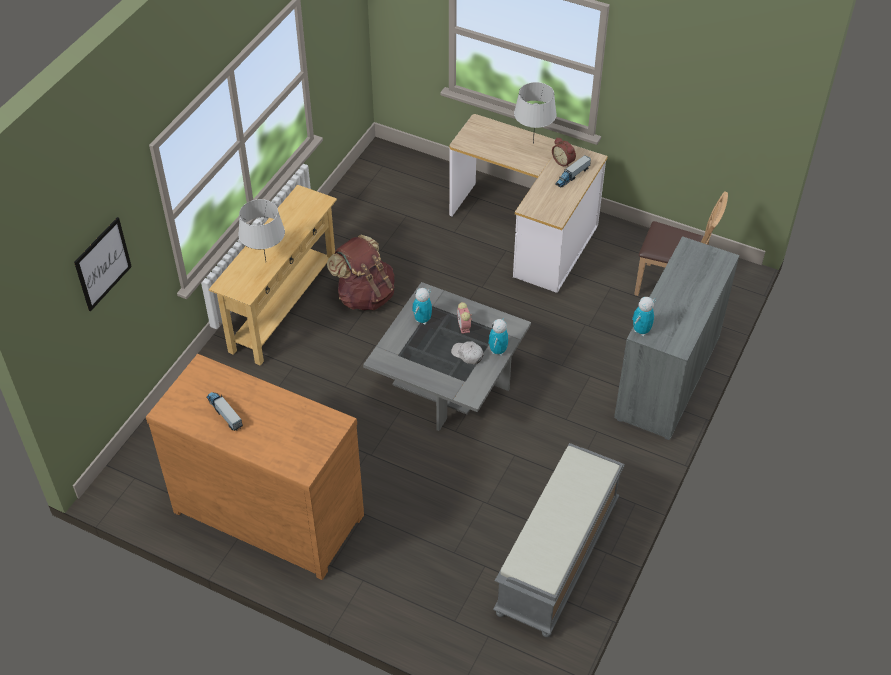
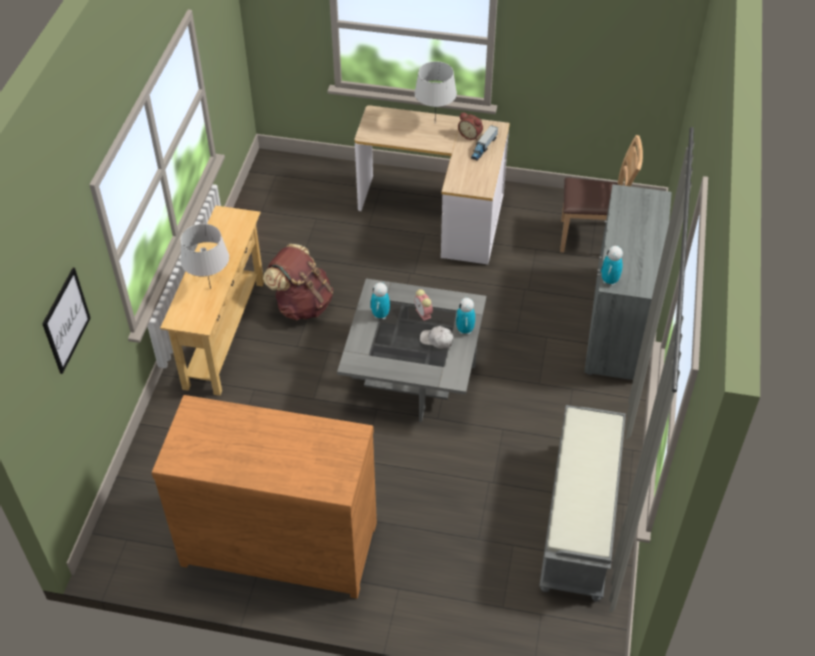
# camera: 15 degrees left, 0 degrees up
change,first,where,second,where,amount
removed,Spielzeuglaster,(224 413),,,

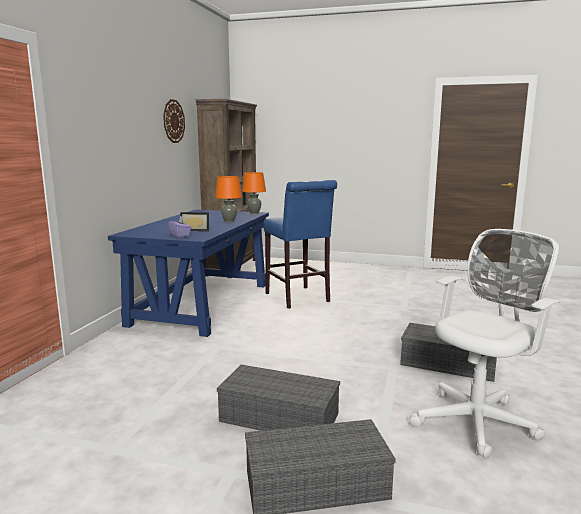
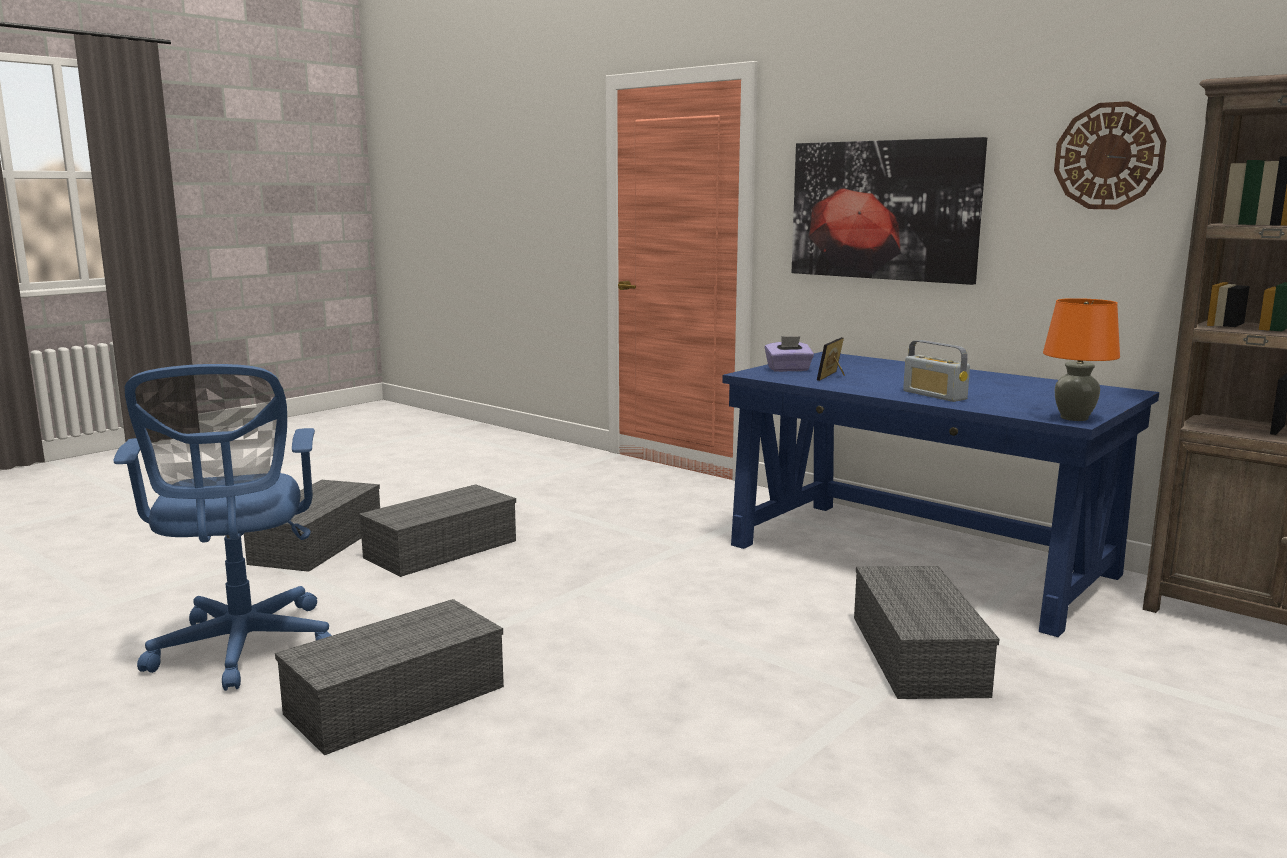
# camera: 115 degrees right, 0 degrees up
change,first,where,second,where,amount
recoloured,Bürostuhl [weiß],(478 420),Bürostuhl [blau],(242 650),
added,,,Bild,(883 210),
replaced,Hocker [blau],(298 299),Aufbewahrungsbox [grau],(914 653),
replaced,Tischlampe [orange],(229 221),Radio,(934 395),

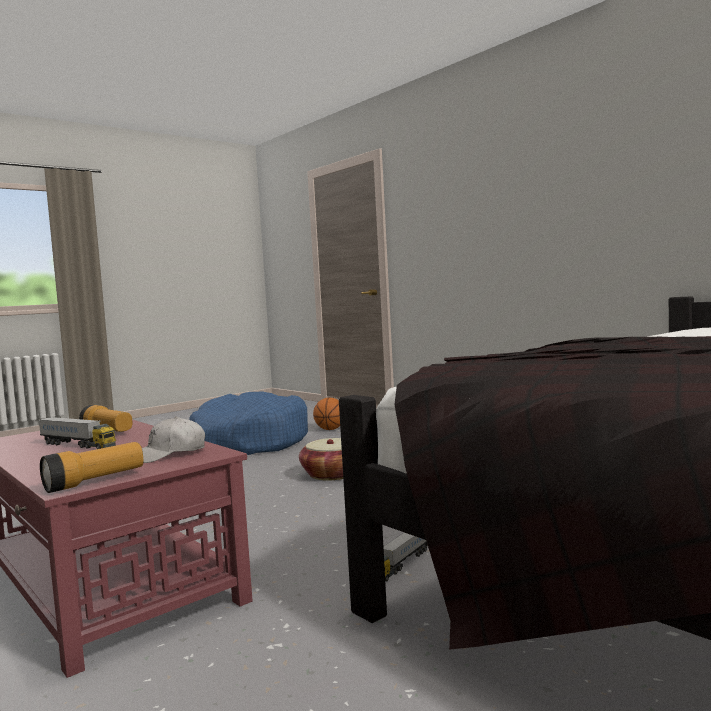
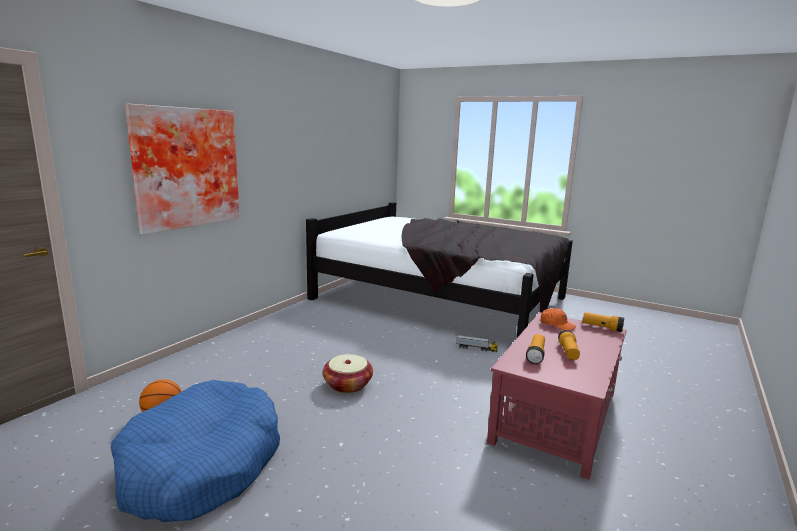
# camera: 110 degrees left, 10 degrees up
change,first,where,second,where,amount
added,,,Bild,(185 168),
recoloured,Kappe [weiß],(169 454),Kappe [orange],(557 325),
replaced,Spielzeuglaster,(77 445),Taschenlampe,(568 352),

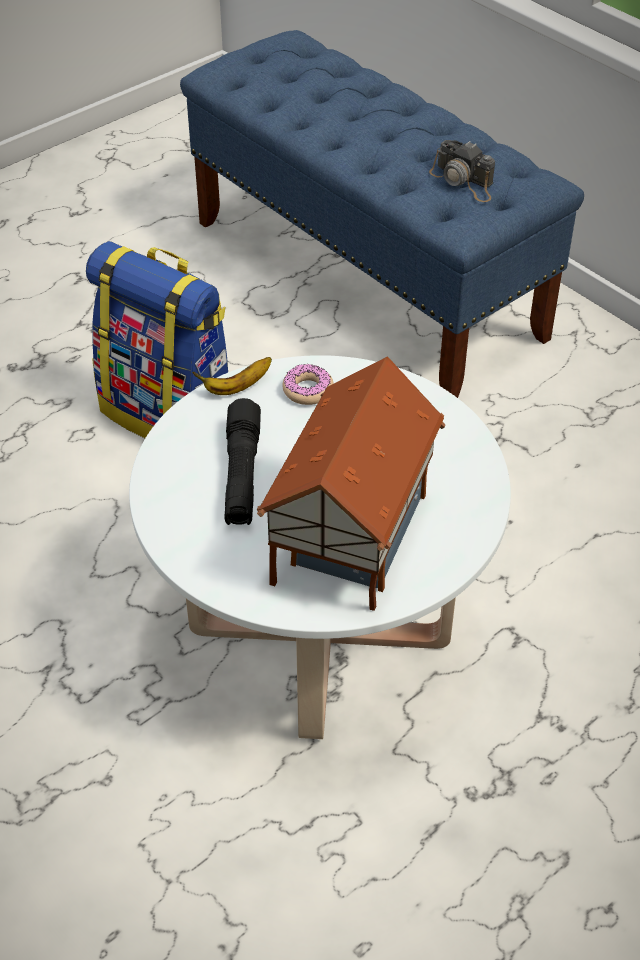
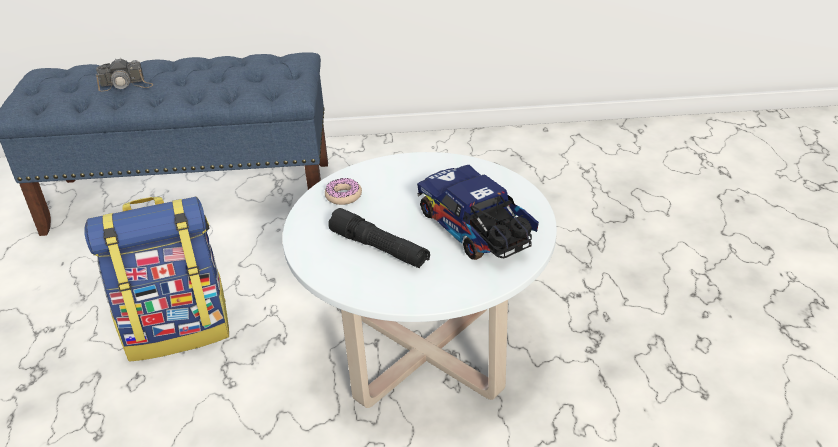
# camera: 50 degrees left, 10 degrees down
change,first,where,second,where,amount
moved,Kamera,(464 181),,(126 85),
replaced,Spielzeughaus,(348 538),Spielzeuglaster,(476 232),
removed,Banane,(237 387),,,

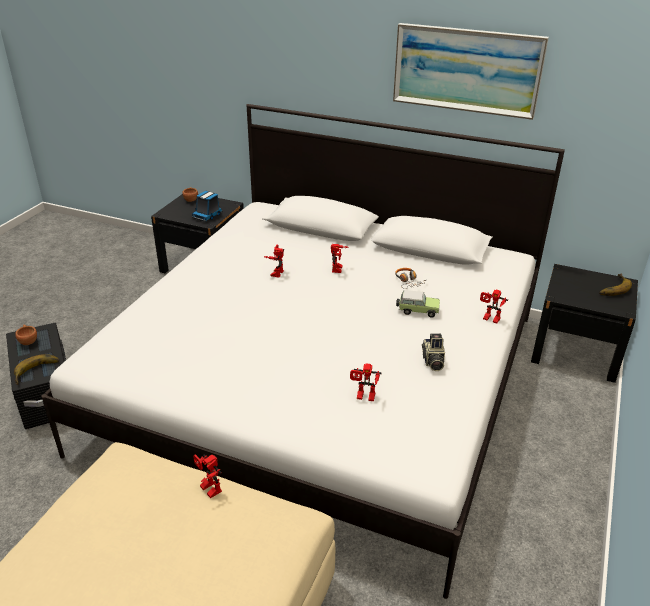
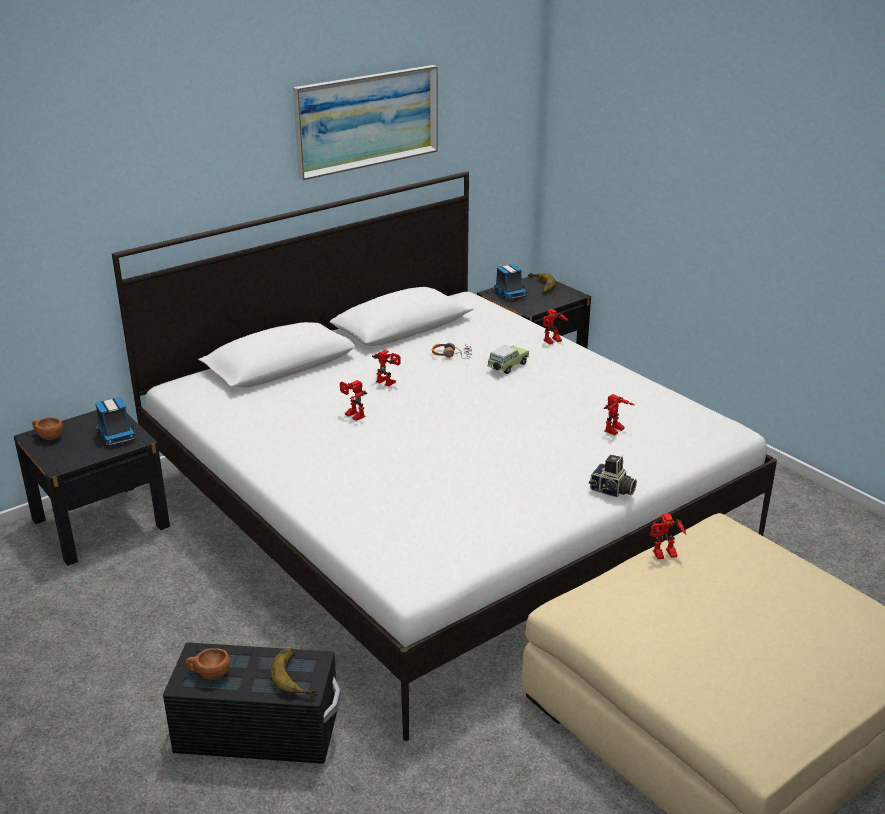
# camera: 60 degrees left, 5 degrees down
change,first,where,second,where,amount
added,,,Spielzeuglaster,(509 294),
moved,Kamera,(432 361),,(612 491),

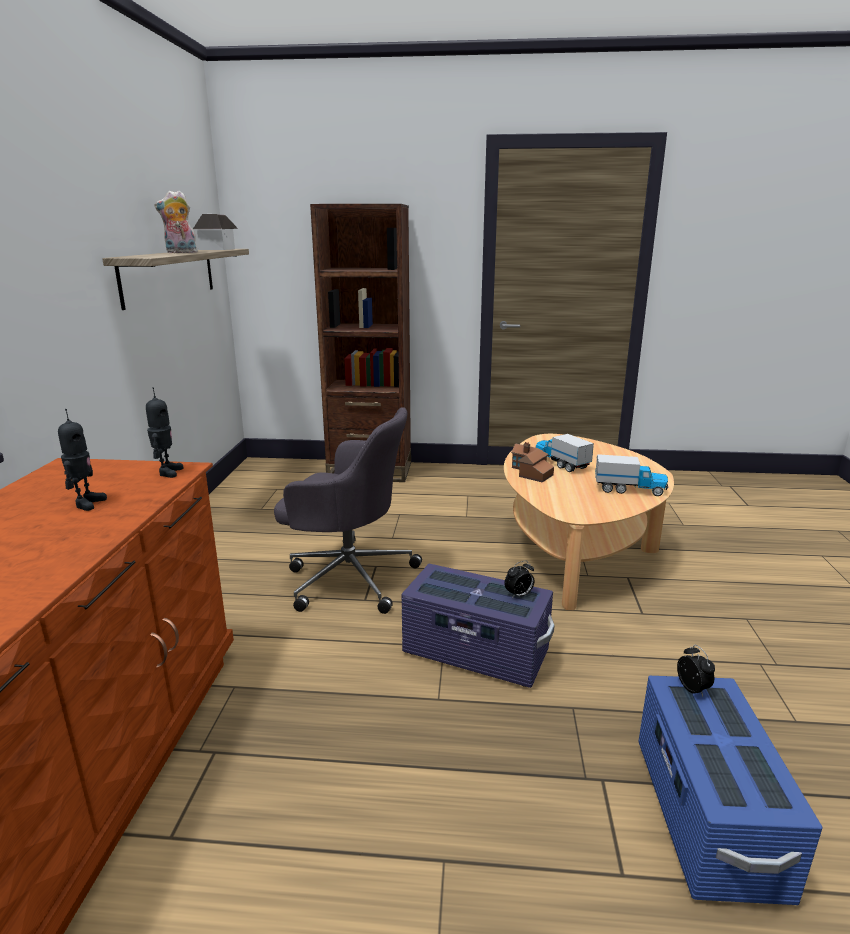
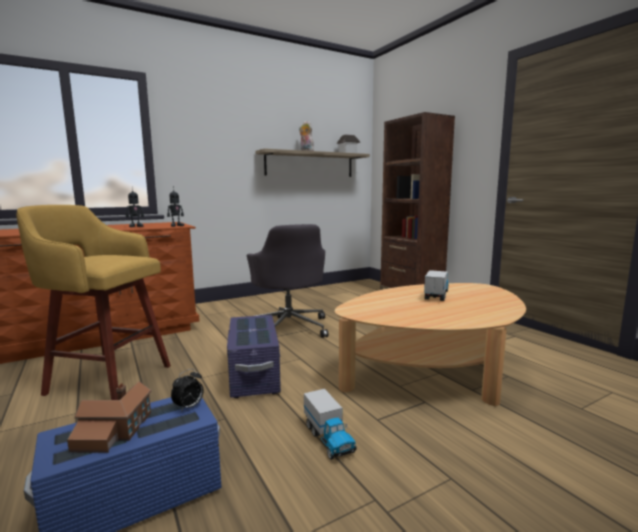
# camera: 55 degrees right, 10 degrees down
change,first,where,second,where,amount
added,,,Hocker [gelb],(107 379),
moved,Spielzeughaus,(530 472),,(114 431),
moved,Spielzeuglaster,(629 490),,(328 438),
removed,Wecker,(519 595),,,

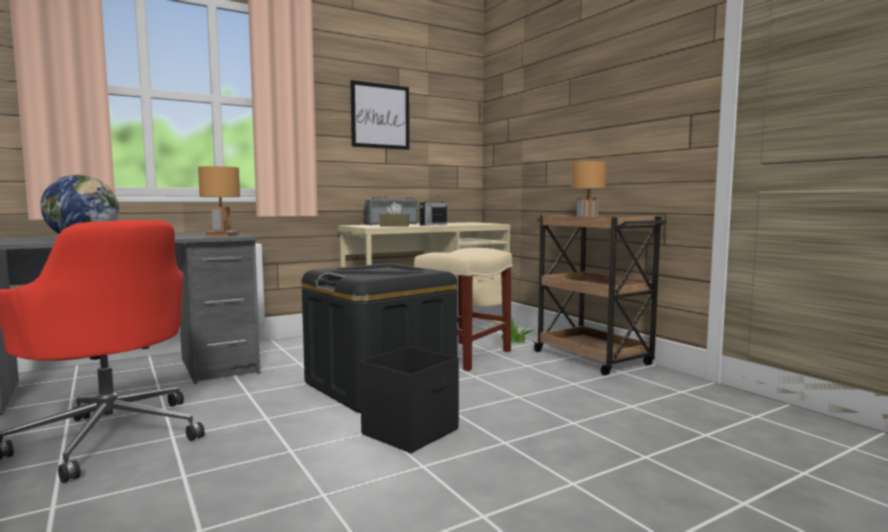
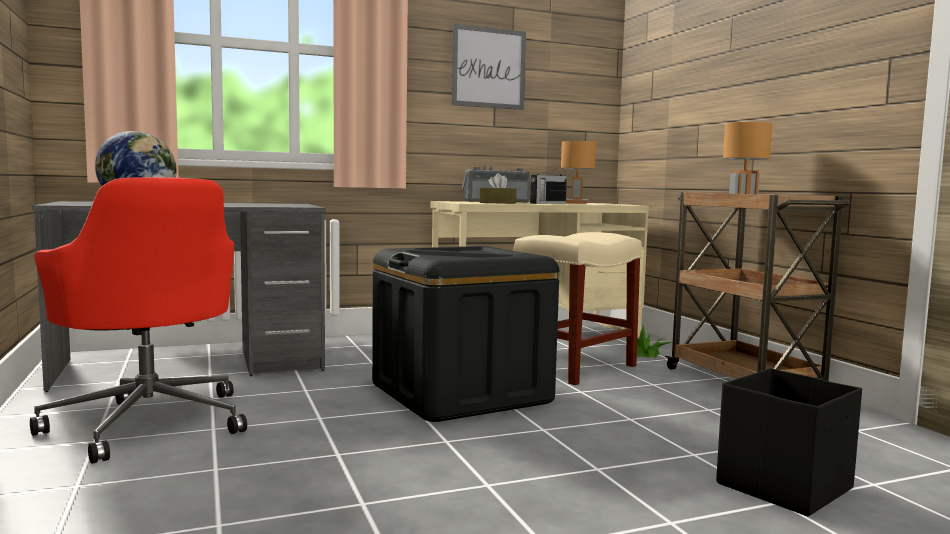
# camera: 10 degrees right, 0 degrees up
change,first,where,second,where,amount
moved,Tischlampe [braun],(222 235),,(576 203),
moved,Aufbewahrungsbox [schwarz],(411 431),,(786 486),

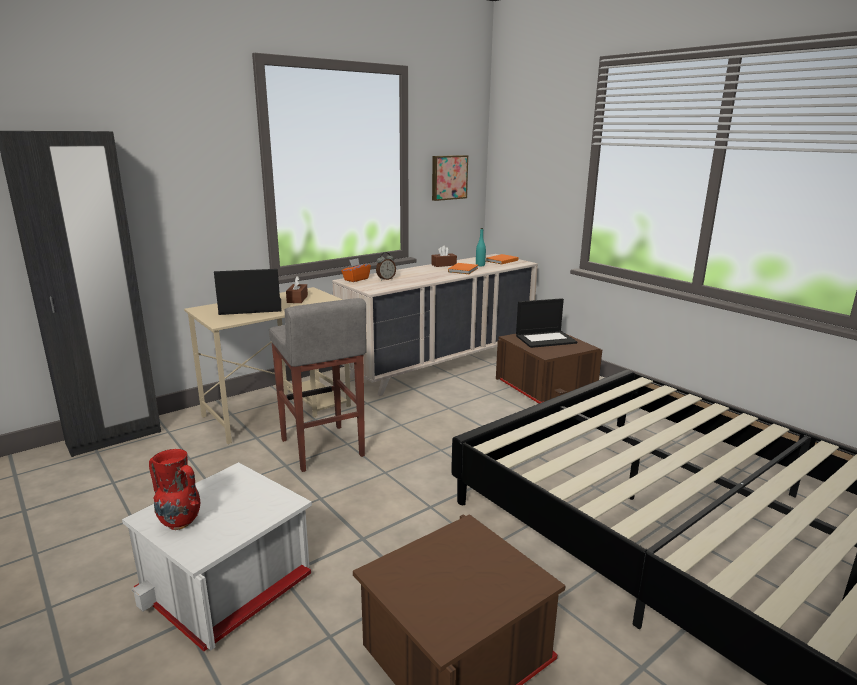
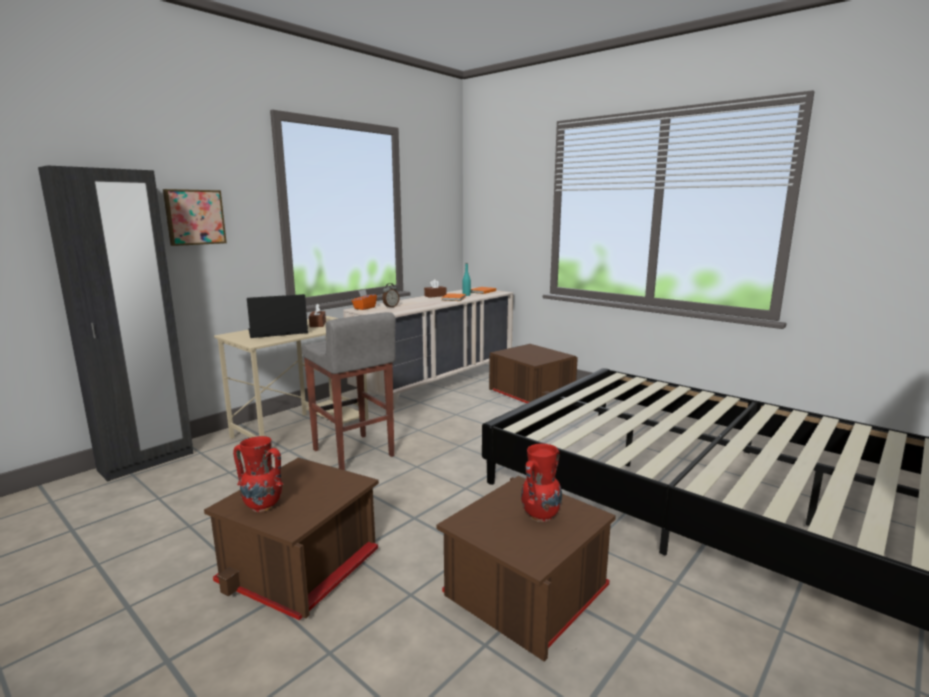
# camera: 10 degrees left, 5 degrees down
change,first,where,second,where,amount
moved,Bild,(448 177),,(194 217),
recoloured,Aufbewahrungsbox [weiß],(229 583),Aufbewahrungsbox [braun],(303 566),
added,,,Vase [rot],(540 516),
removed,Laptop,(546 339),,,

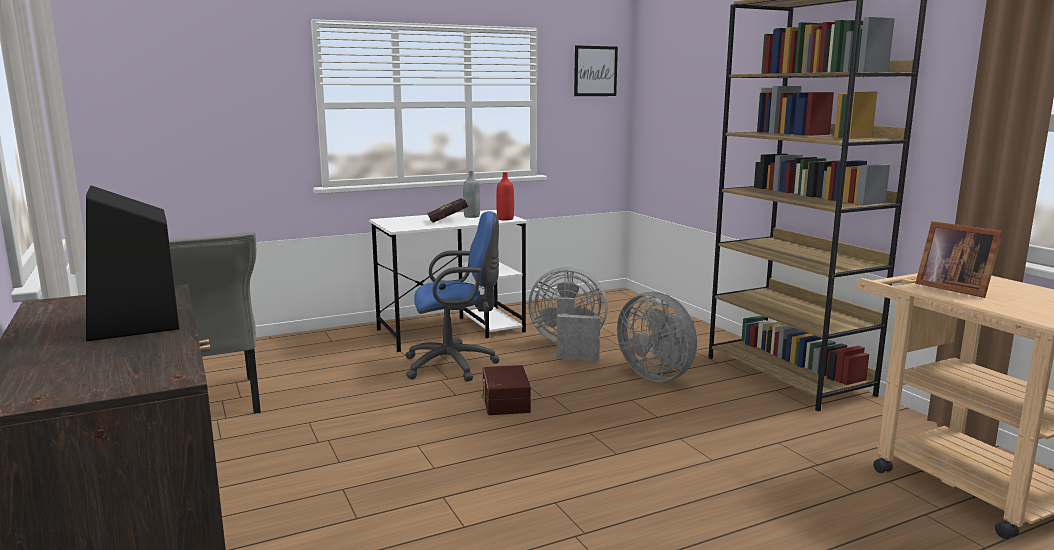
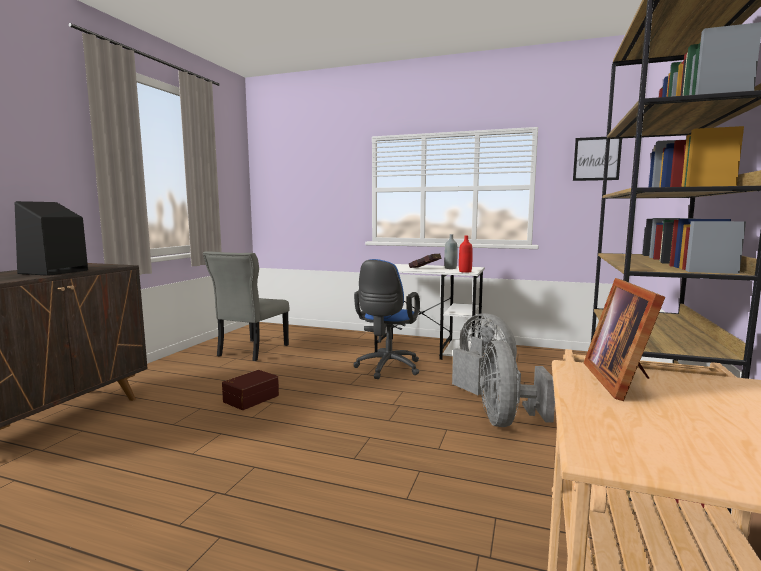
# camera: 45 degrees right, 5 degrees down
change,first,where,second,where,amount
moved,Aufbewahrungsbox [braun],(504 402),,(250 398),
turned,Bürostuhl [blau],(455 365),,(387 368),75 degrees clockwise

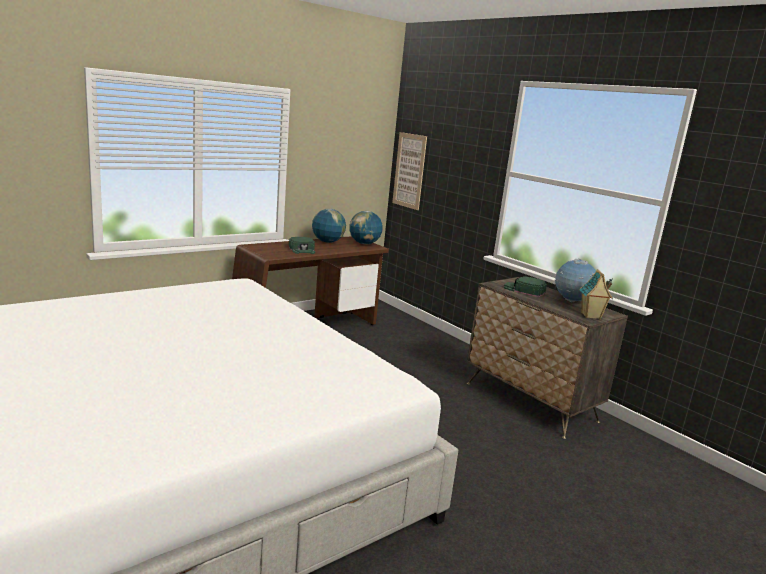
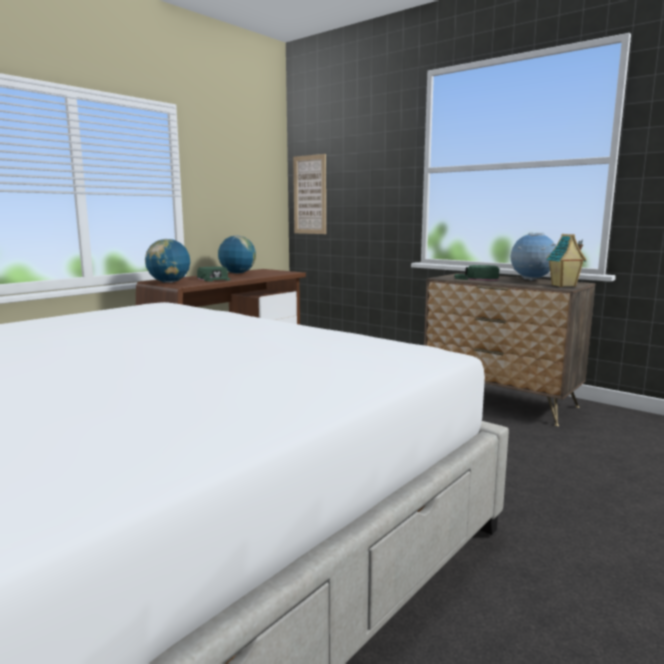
# camera: 10 degrees left, 5 degrees down
change,first,where,second,where,amount
moved,Globus,(364 243),,(169 282),

